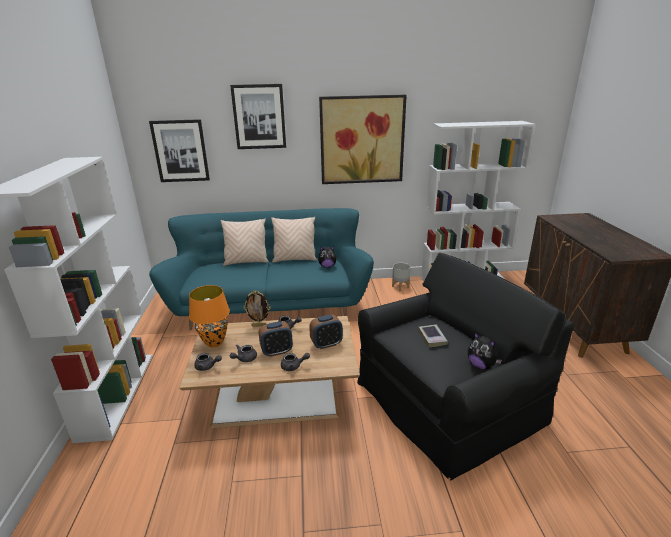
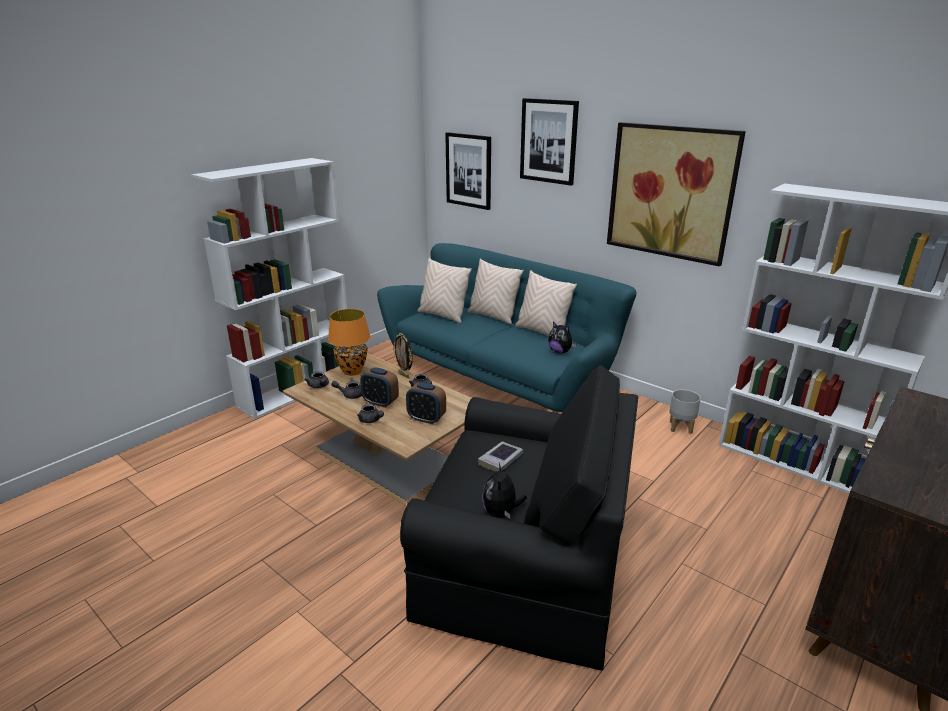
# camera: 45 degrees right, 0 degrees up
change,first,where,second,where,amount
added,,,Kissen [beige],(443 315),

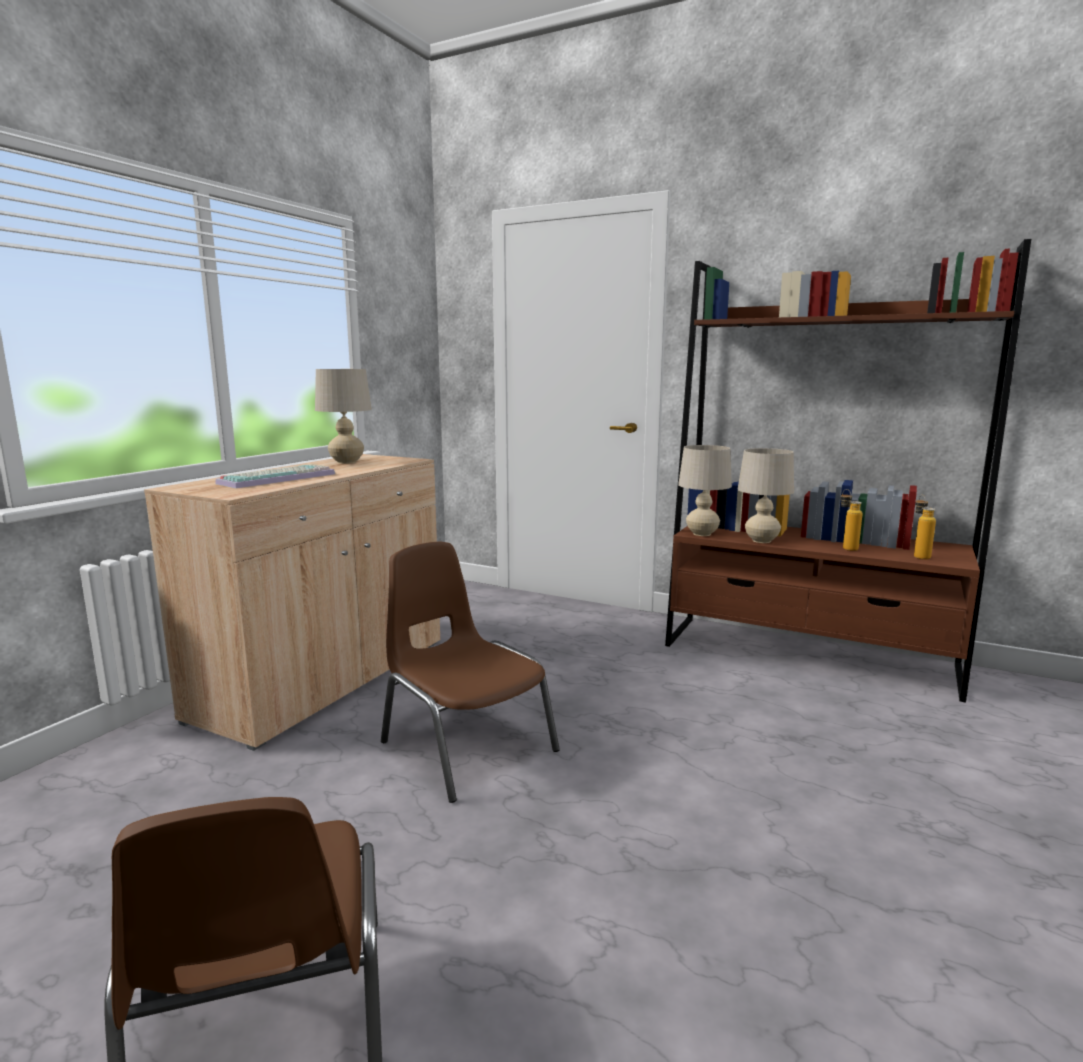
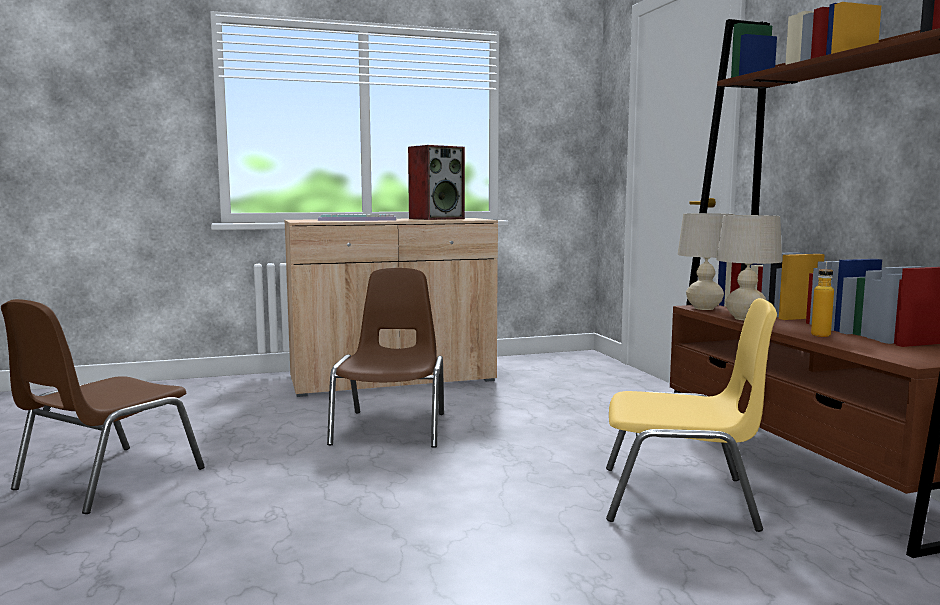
# camera: 45 degrees right, 5 degrees down
change,first,where,second,where,amount
replaced,Tischlampe [beige],(347 462),Lautsprecher,(437 218),
added,,,Stuhl [gelb],(680 499),
removed,Flasche,(918 556),,,

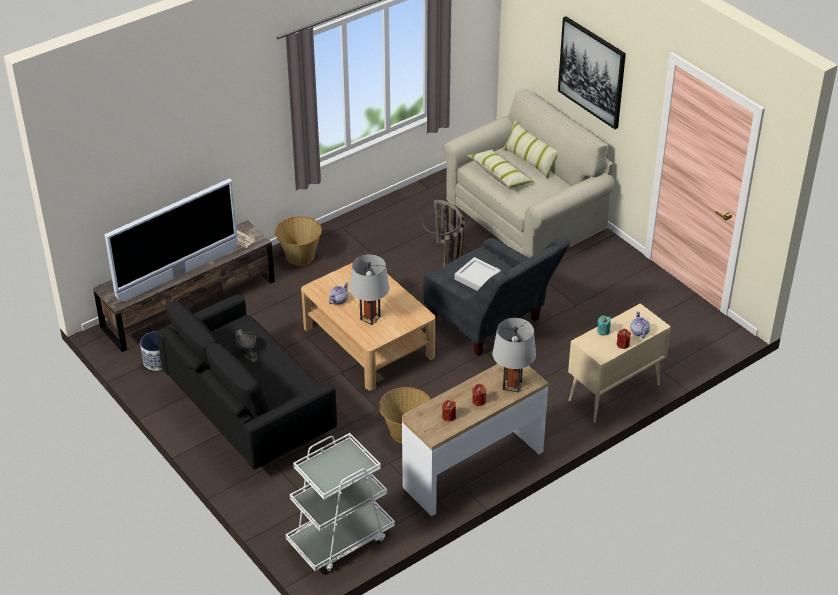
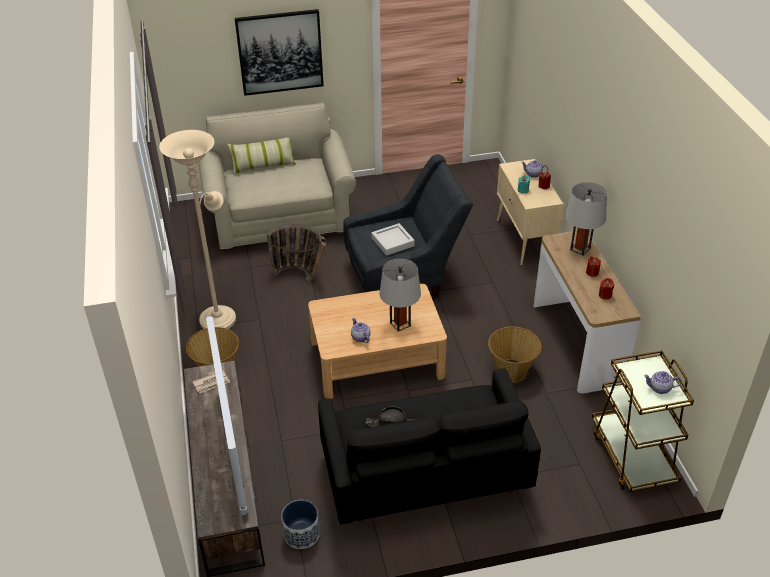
# camera: 65 degrees left, 0 degrees up
change,first,where,second,where,amount
added,,,Stehlampe [beige],(219 316),
recoloured,Rollwagen [weiß],(340 539),Rollwagen [braun],(632 456),
added,,,Teekanne,(659 388),
removed,Kissen,(500 175),,,

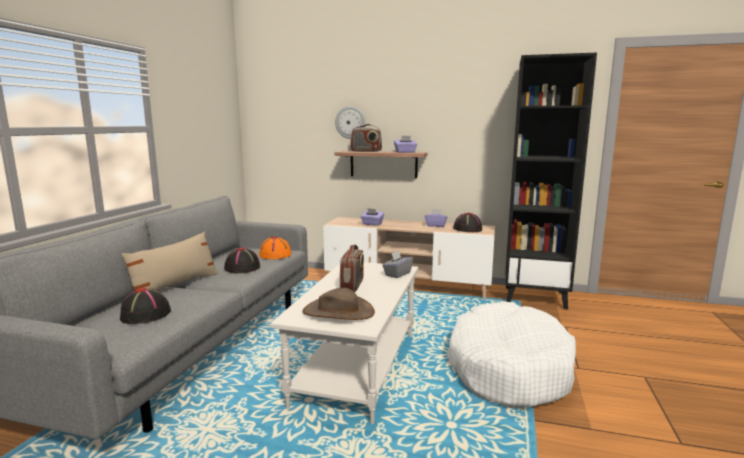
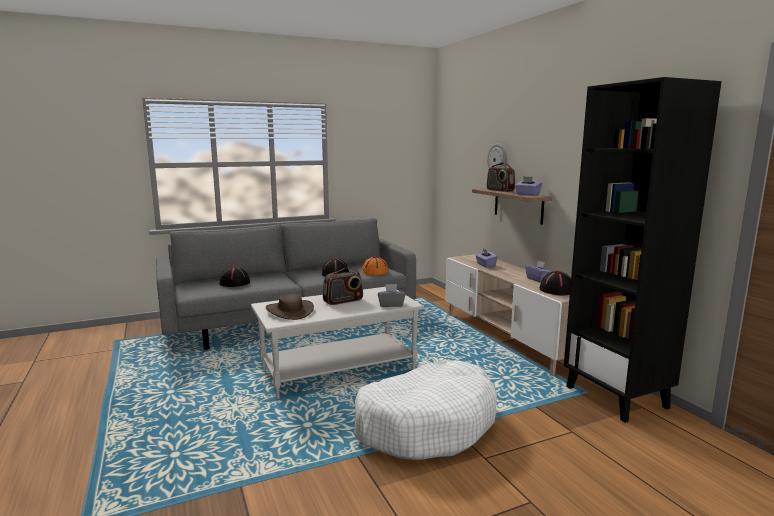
# camera: 50 degrees right, 0 degrees up
change,first,where,second,where,amount
removed,Kissen [beige],(175 286),,,

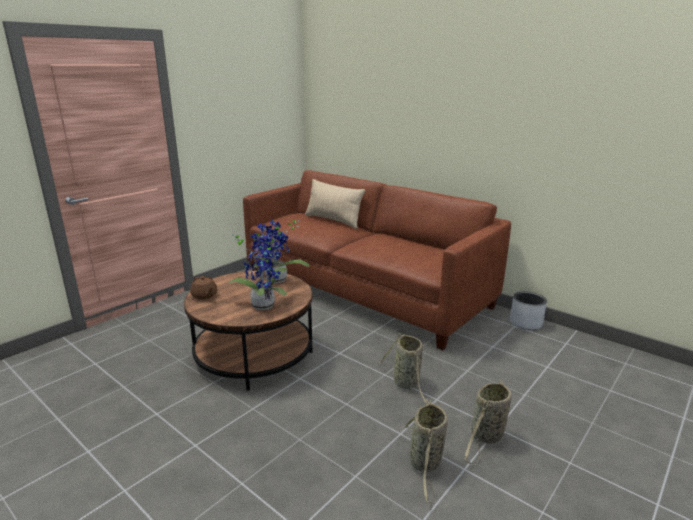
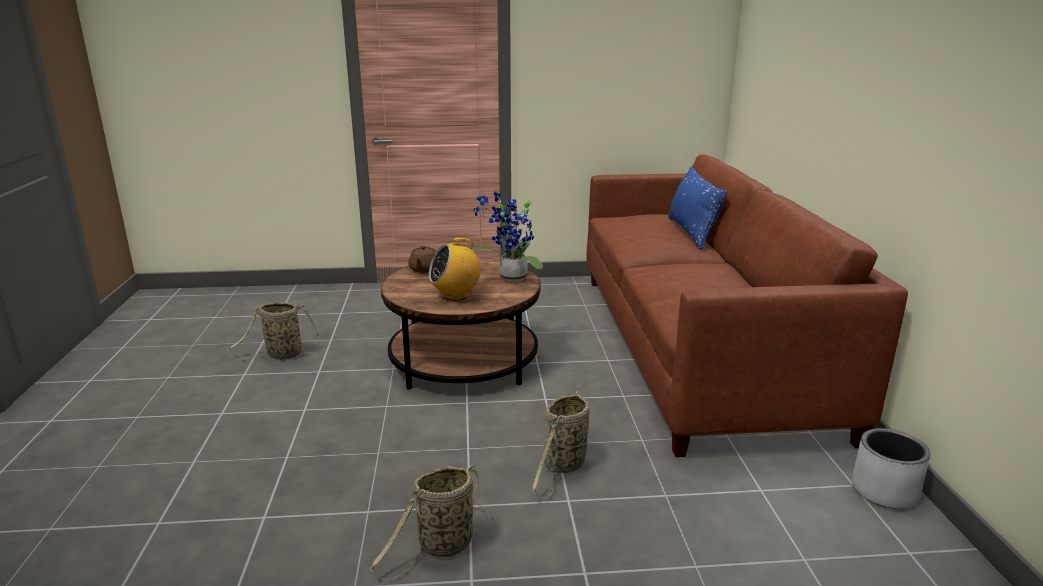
# camera: 45 degrees right, 0 degrees up
change,first,where,second,where,amount
moved,Korb,(486 437),,(282 355),
replaced,Topfpflanze,(264 304),Radio,(455 295),
recoloured,Kissen [beige],(333 220),Kissen [blau],(691 233),

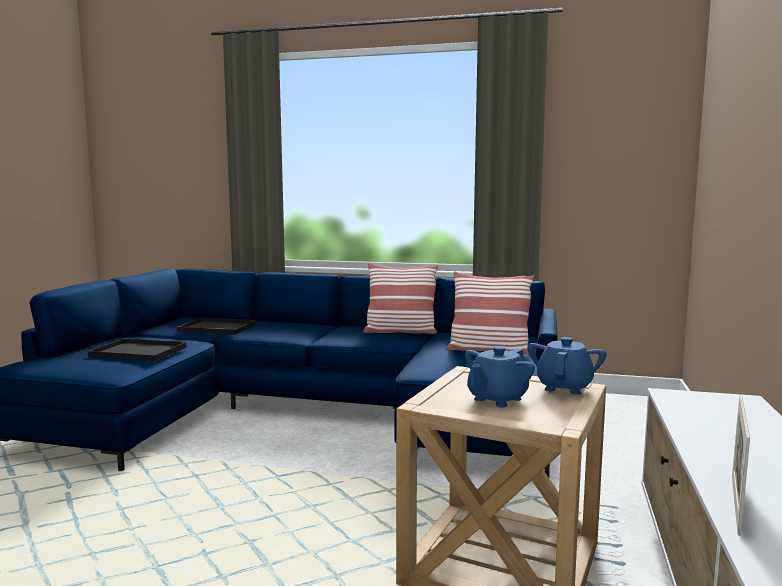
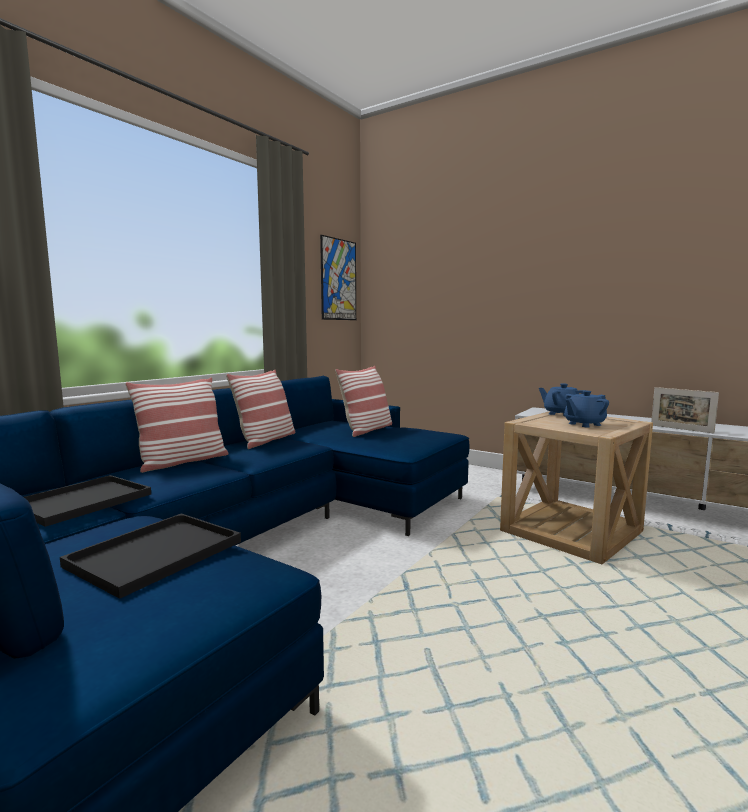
# camera: 70 degrees left, 0 degrees up
change,first,where,second,where,amount
added,,,Kissen,(182 461),
added,,,Bild,(338 279),
turned,Teekanne [blau],(497 399),,(584 424),90 degrees clockwise

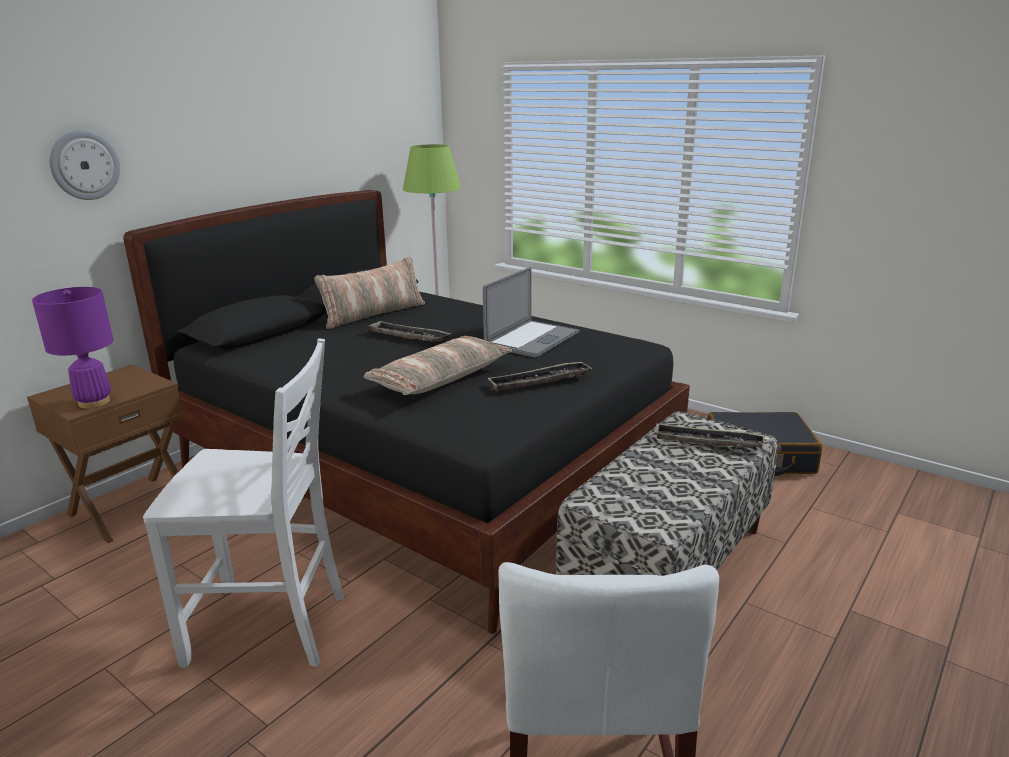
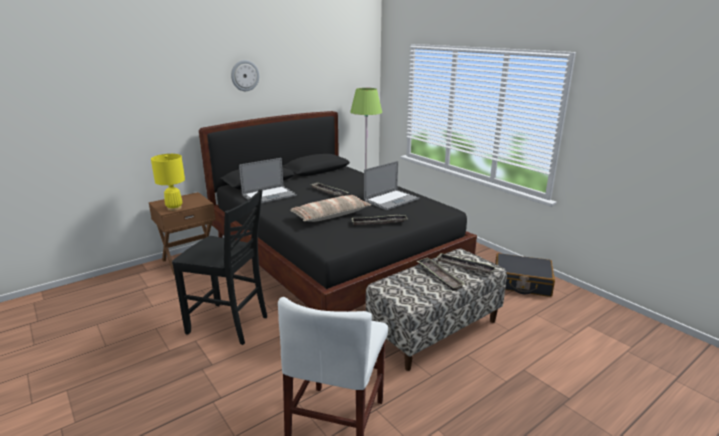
# camera: 15 degrees right, 0 degrees up
change,first,where,second,where,amount
recoloured,Tischlampe [lila],(94 402),Tischlampe [gelb],(174 208),
recoloured,Stuhl [weiß],(271 628),Stuhl [schwarz],(229 325),
moved,Wanduhr,(84 165),,(245 75),
added,,,Laptop,(269 195),
added,,,Tablett,(439 276),
removed,Kissen,(373 314),,,

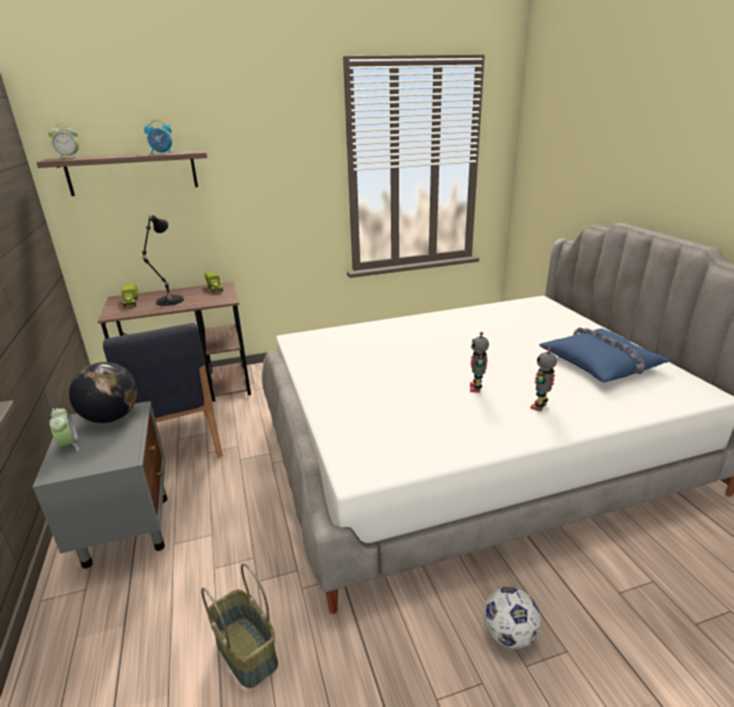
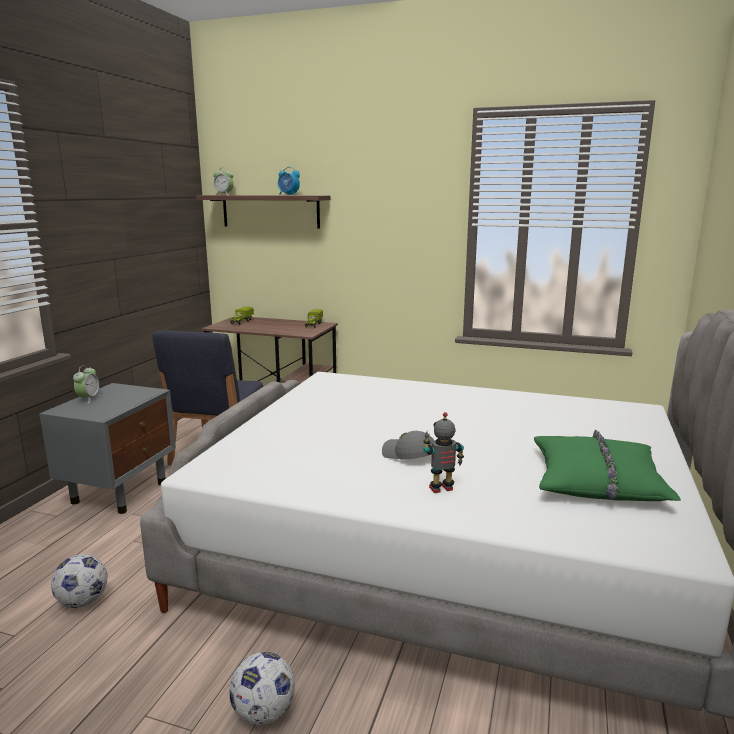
# camera: 35 degrees right, 10 degrees down
change,first,where,second,where,amount
replaced,Korb,(247 651),Fußball,(83 602),
replaced,Spielzeugroboter,(476 388),Kappe [grau],(408 455),
recoloured,Kissen [blau],(601 363),Kissen [grün],(597 481),
removed,Globus,(111 418),,,
removed,Tischlampe [schwarz],(168 301),,,

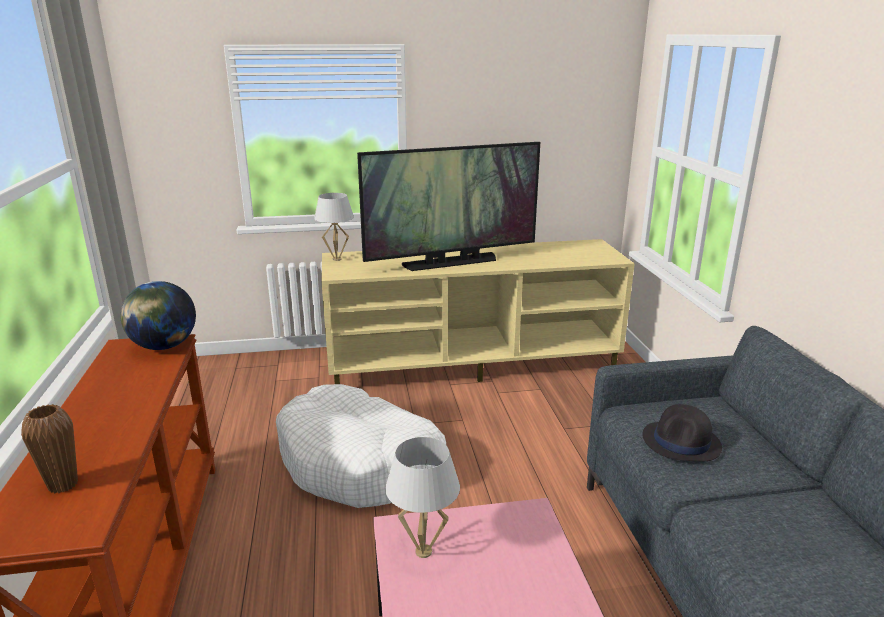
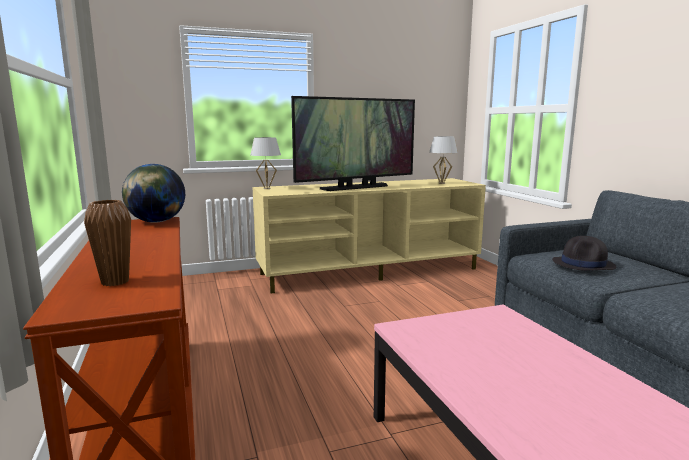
# camera: 10 degrees left, 10 degrees down
change,first,where,second,where,amount
moved,Tischlampe [weiß],(424 551),,(442 183),
removed,Hundebett [weiß],(360 462),,,

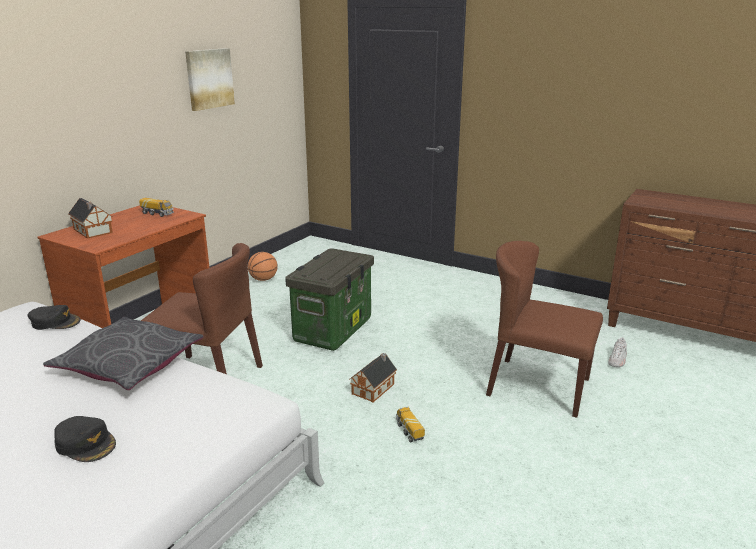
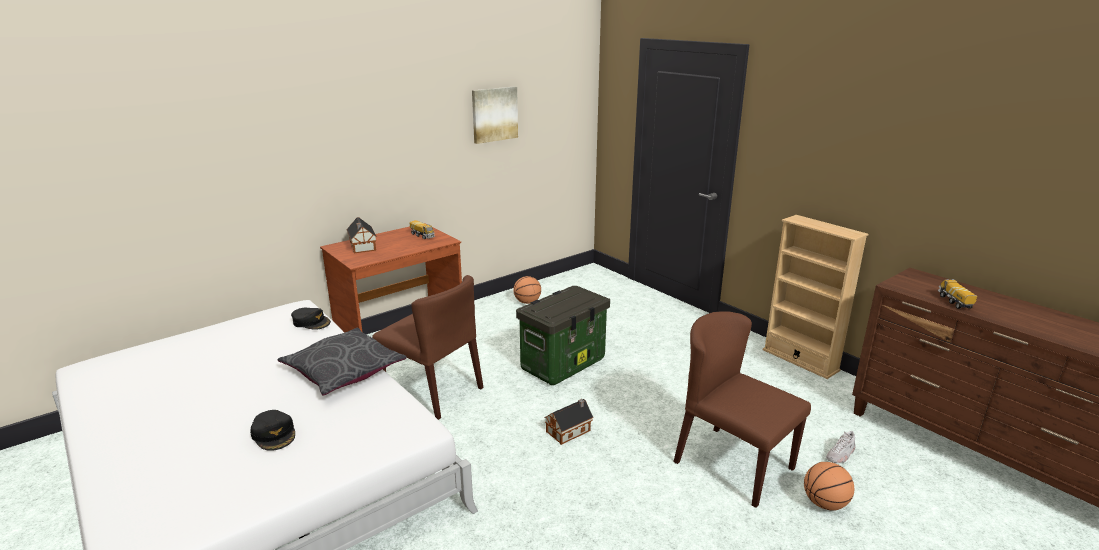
# camera: 20 degrees right, 0 degrees up
change,first,where,second,where,amount
added,,,Bücherregal [beige],(800 360),
added,,,Basketball,(824 504),
moved,Spielzeuglaster,(409 431),,(954 302),

